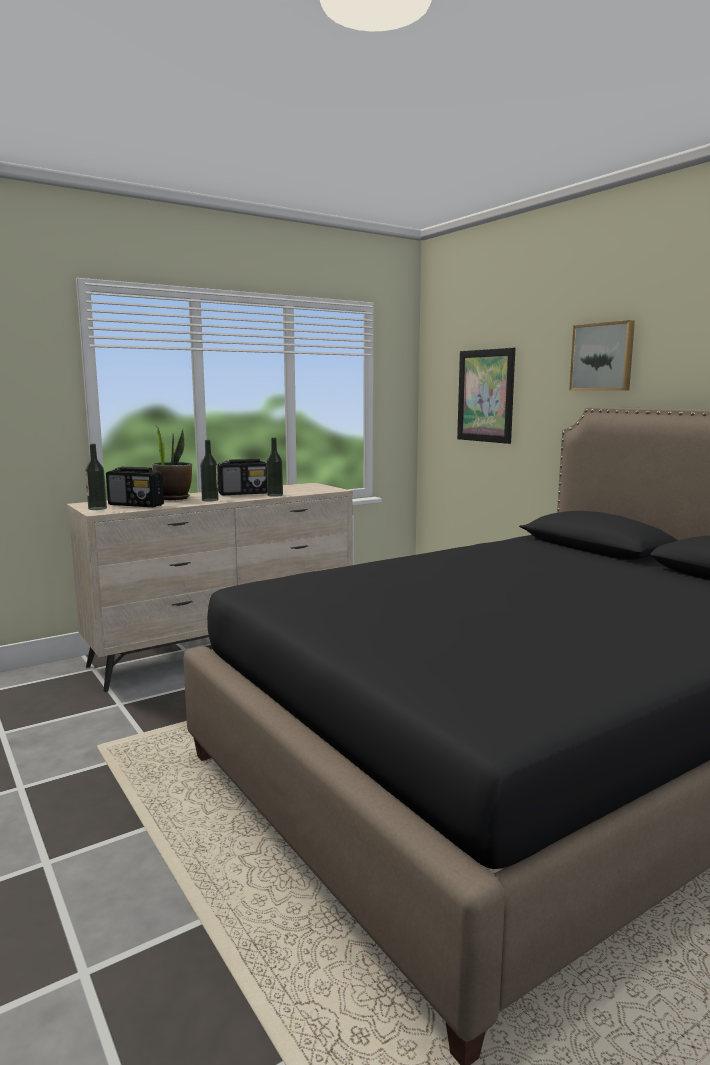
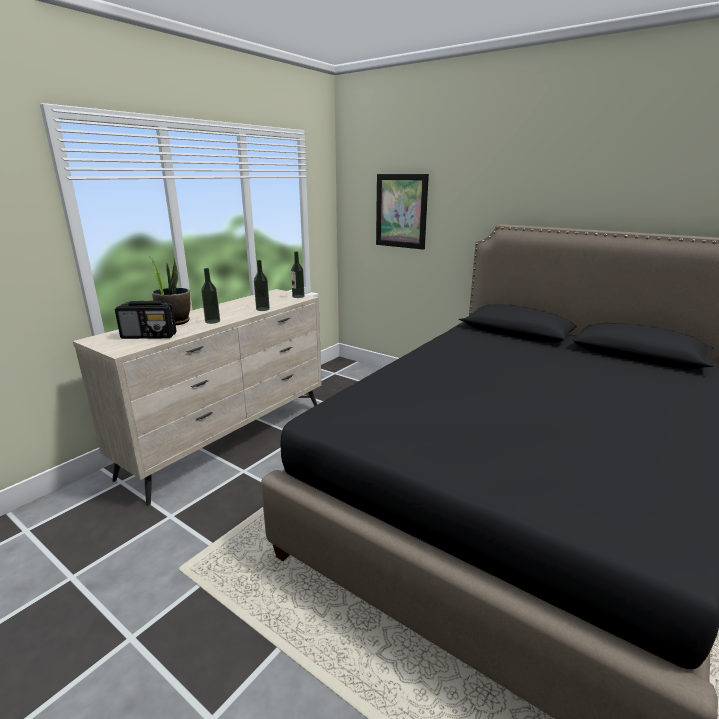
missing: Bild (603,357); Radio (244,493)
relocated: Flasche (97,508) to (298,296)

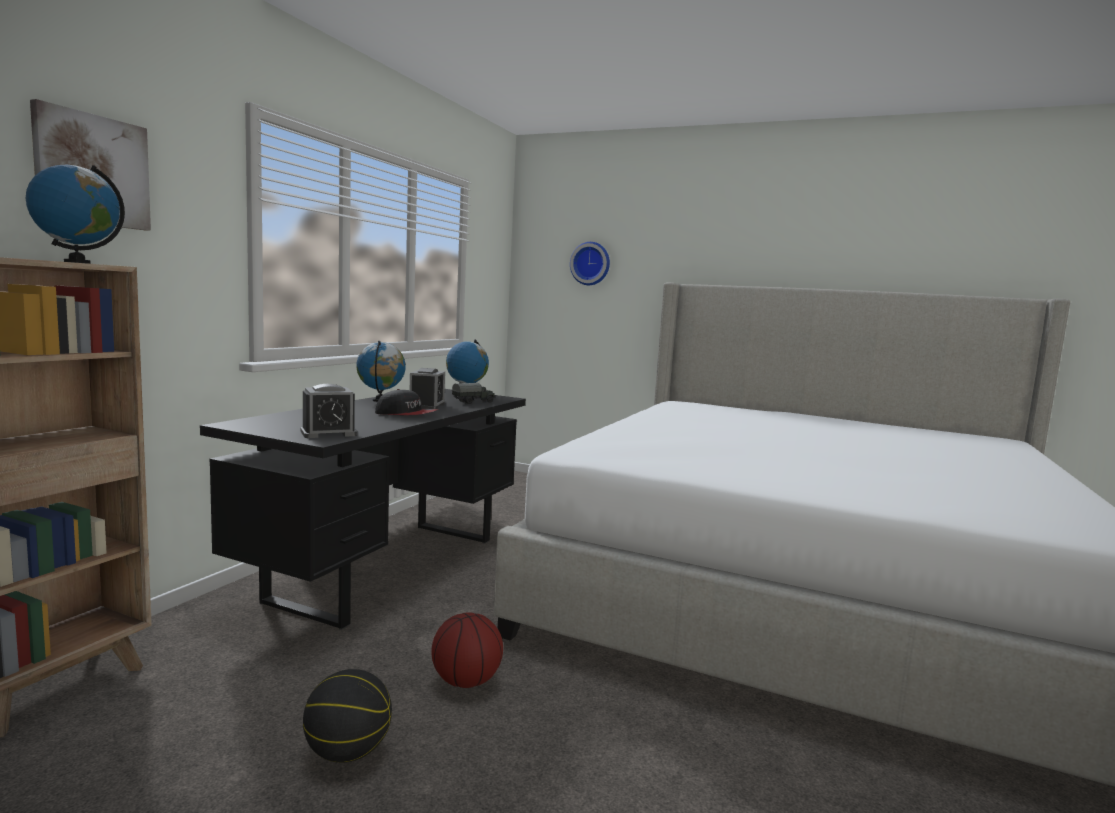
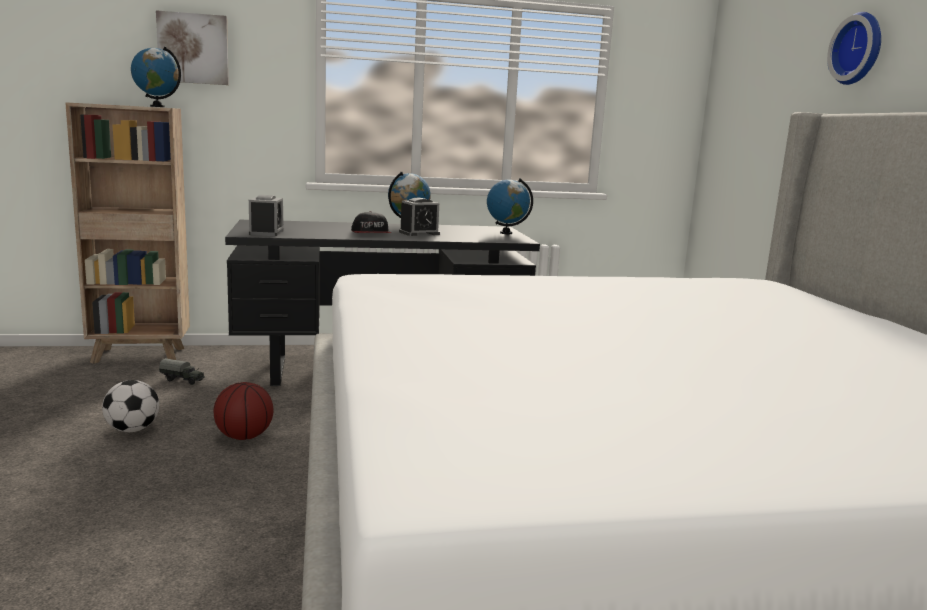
relocated: Wanduhr (591,263) to (859,49); Spielzeuglaster (474,402) to (183,380)
exchanged: Basketball (347,752) to Fußball (132,430)
spun: Wecker (328,433) = (266,232) 120 degrees counterclockwise

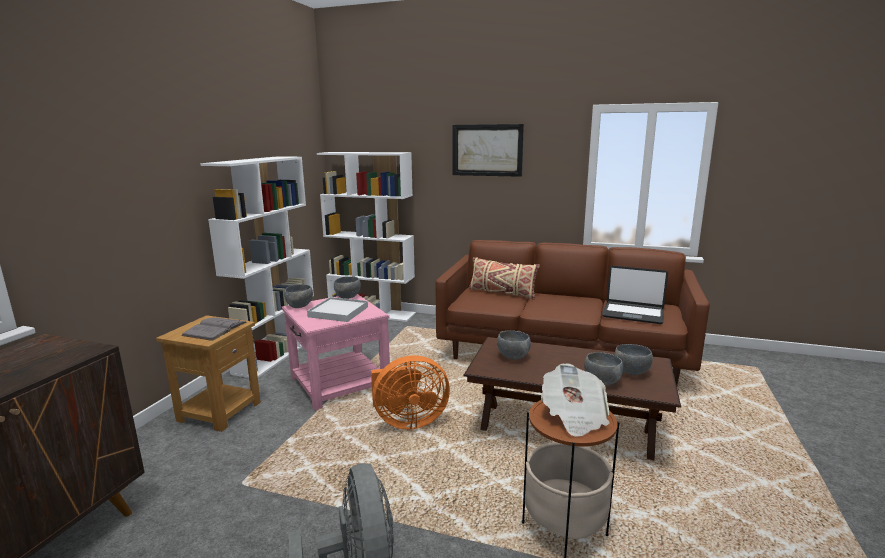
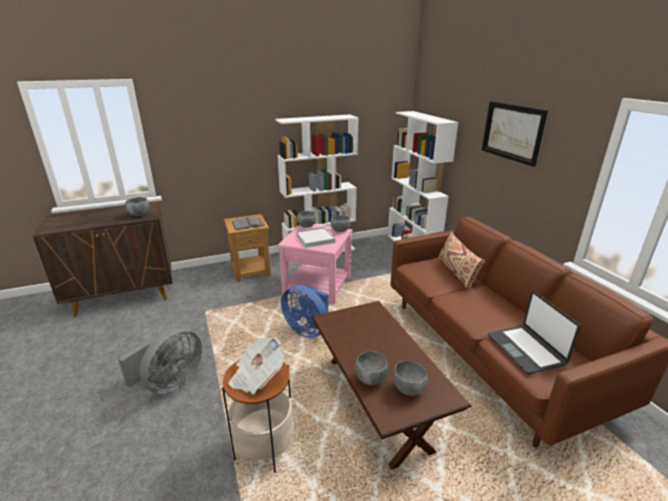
relocated: Schüssel (grau) (513,357) to (139,215)
colour: Ventilator (orange) (408,421) to Ventilator (blau) (308,329)

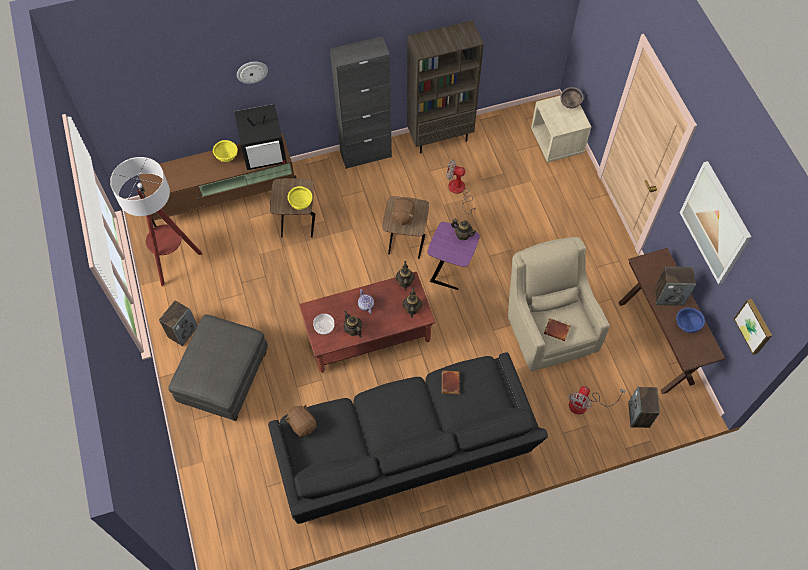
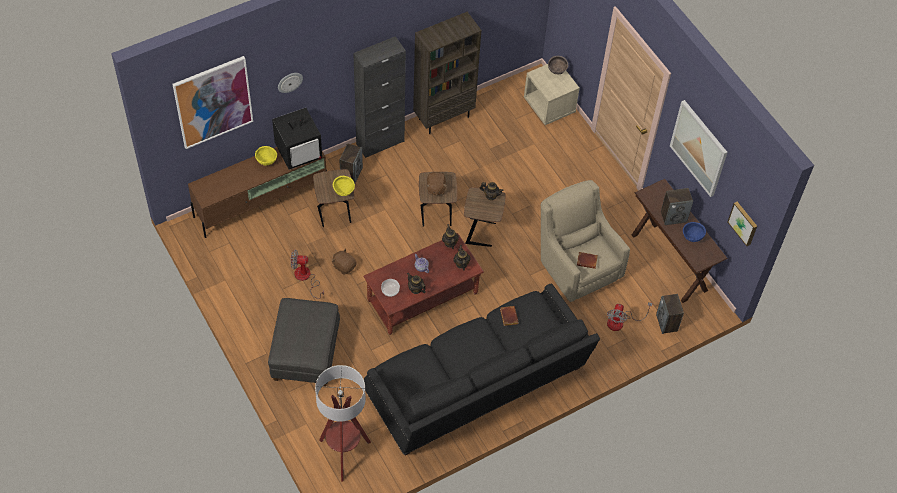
appeared: Bild (213,102)
relocated: Stehlampe (172,260) to (344,454); Ventilator (459,191) to (305,278); Lautsprecher (183,331) to (351,173); Plüschtier (braun) (302,424) to (344,266)
colour: Beistelltisch (lila) (450,272) to Beistelltisch (braun) (481,233)

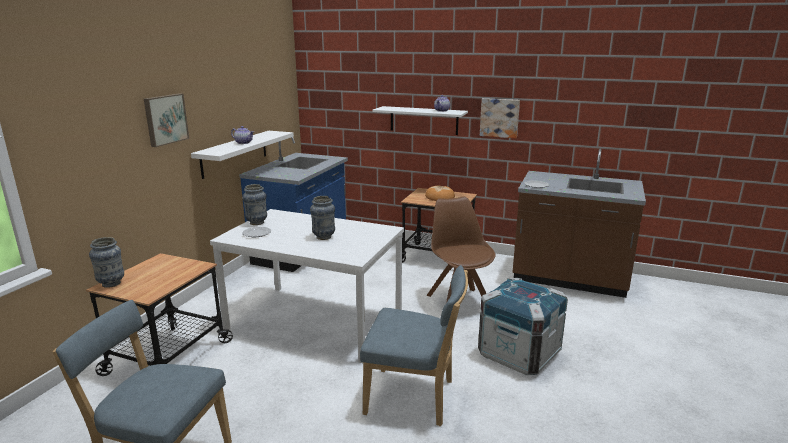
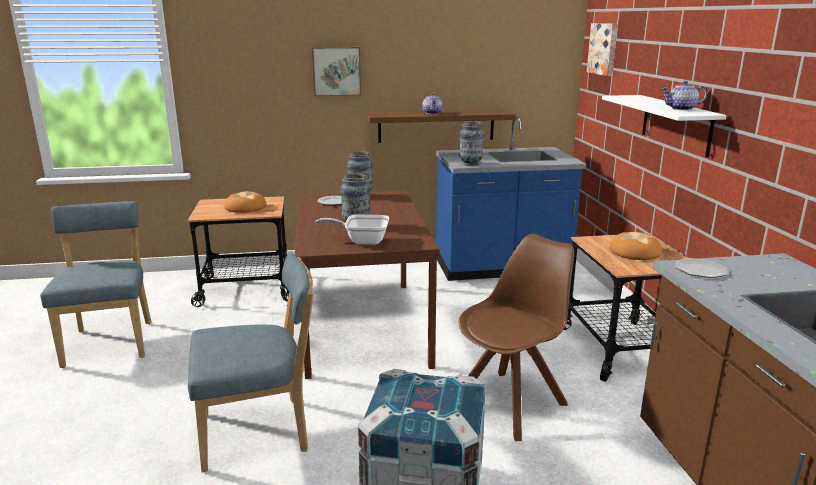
appeared: Brot (246,207); Pfanne (362,241)
relocated: Bild (499,117) to (604,49); Vase (111,284) to (470,164)
colour: Wandregal (weiß) (234,153) to Wandregal (braun) (436,125); Esstisch (weiß) (313,321) to Esstisch (braun) (361,325)
spun: Stuhl (blau) (414,398) = (260,432) 90 degrees counterclockwise

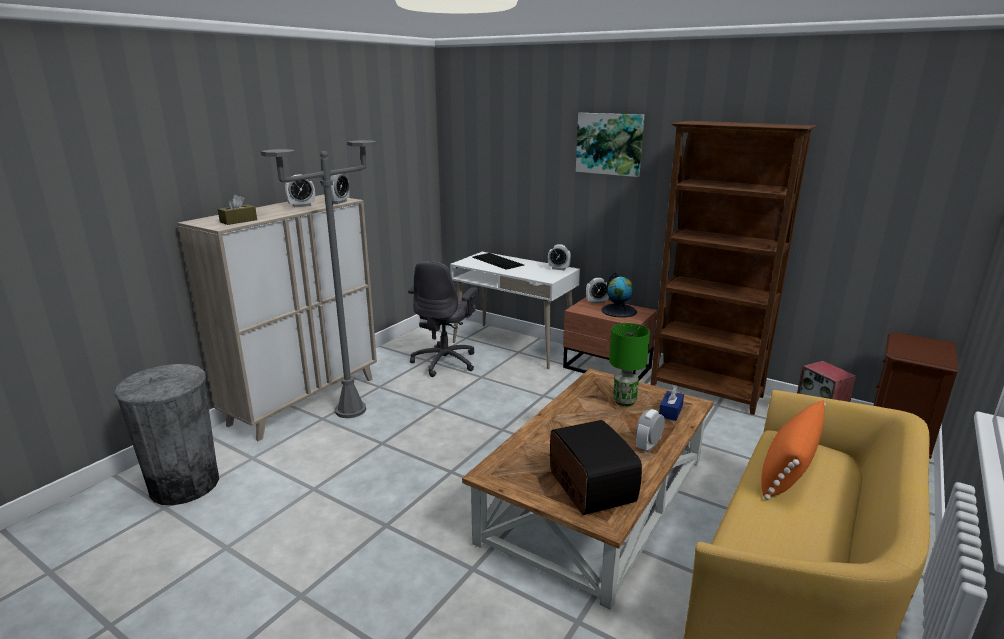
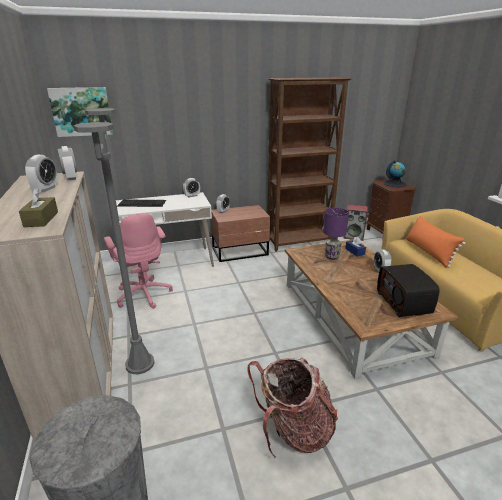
appeared: Rucksack (293,430)
relocated: Bild (609,144) to (81,111); Globus (619,311) to (394,184)
colour: Bürostuhl (grau) (445,362) to Bürostuhl (rosa) (144,294); Tischlampe (grün) (624,401) to Tischlampe (lila) (331,256)
spun: Radio (589,487) = (404,302) 120 degrees counterclockwise

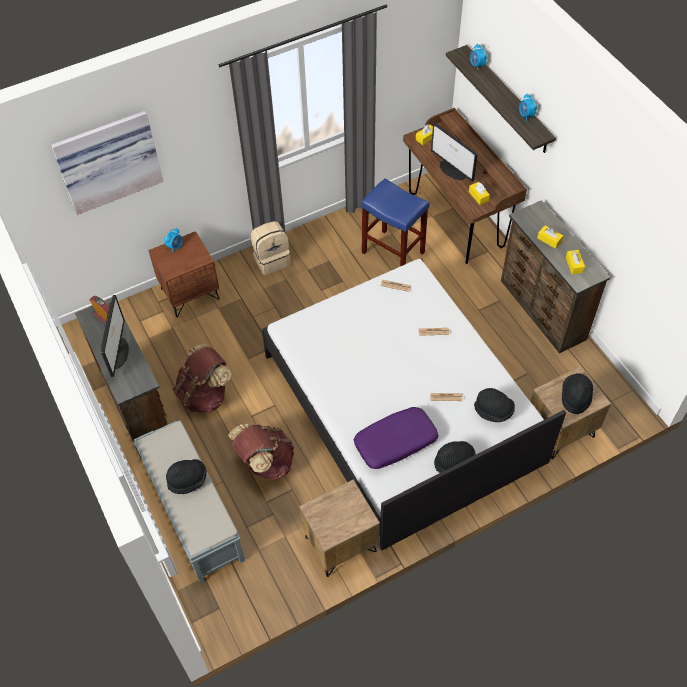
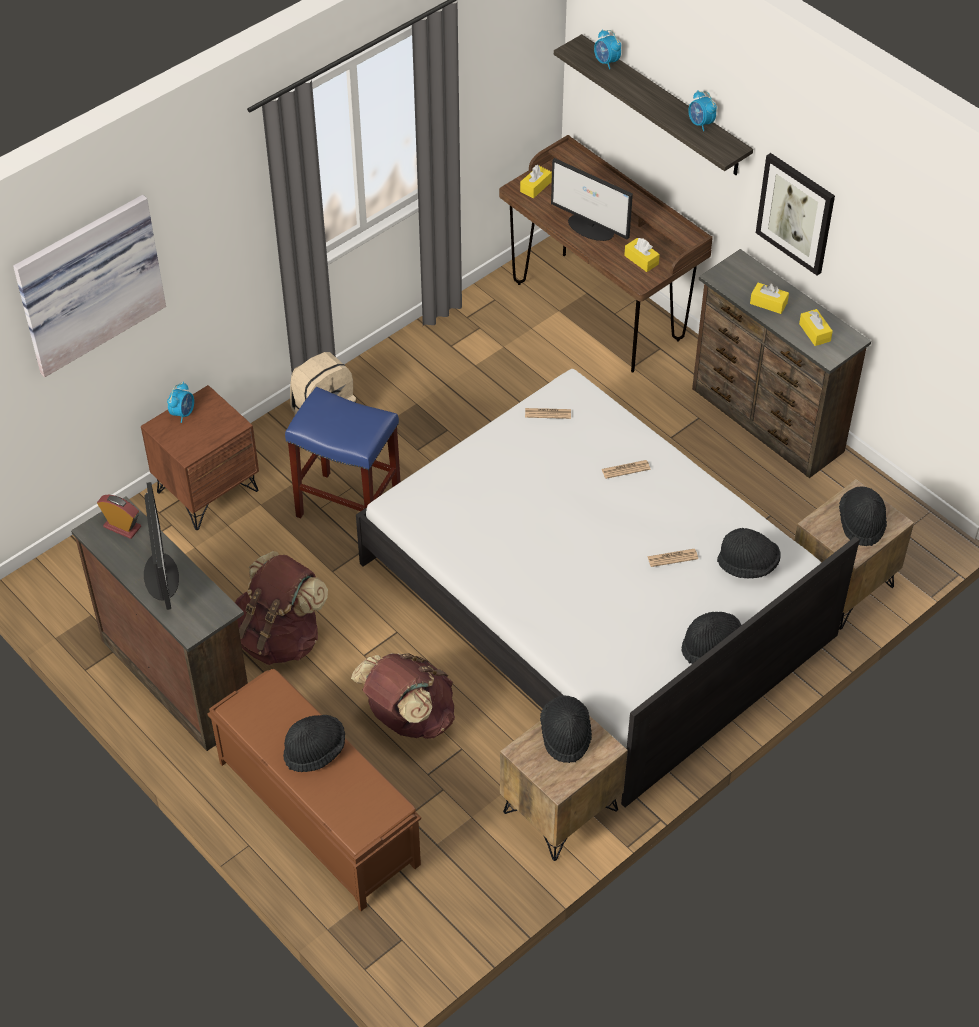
missing: Kissen (lila) (395,442)
appeared: Bild (796,213); Hut (schwarz) (565,736)
relocated: Hocker (blau) (392,252) to (347,507)
colour: Bank (grau) (193,512) to Bank (braun) (317,812)

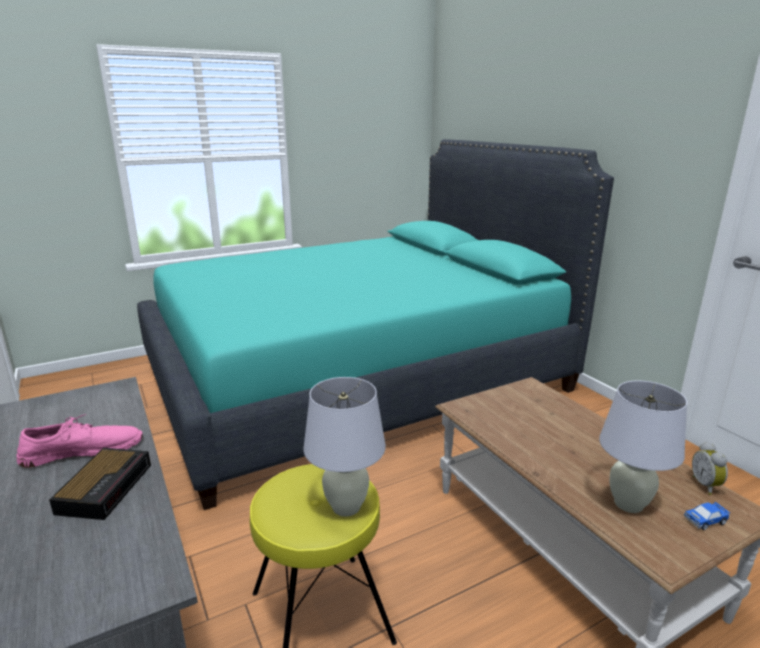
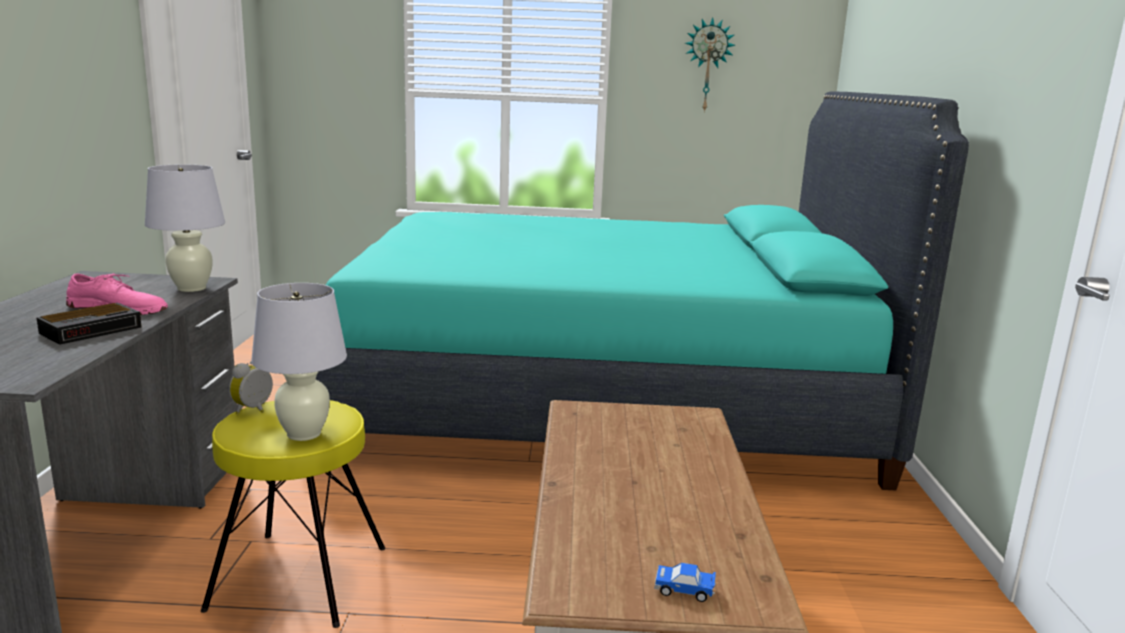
appeared: Wanduhr (707,65)
relocated: Tischlampe (weiß) (629,504) to (192,288); Wecker (706,485) to (255,410)

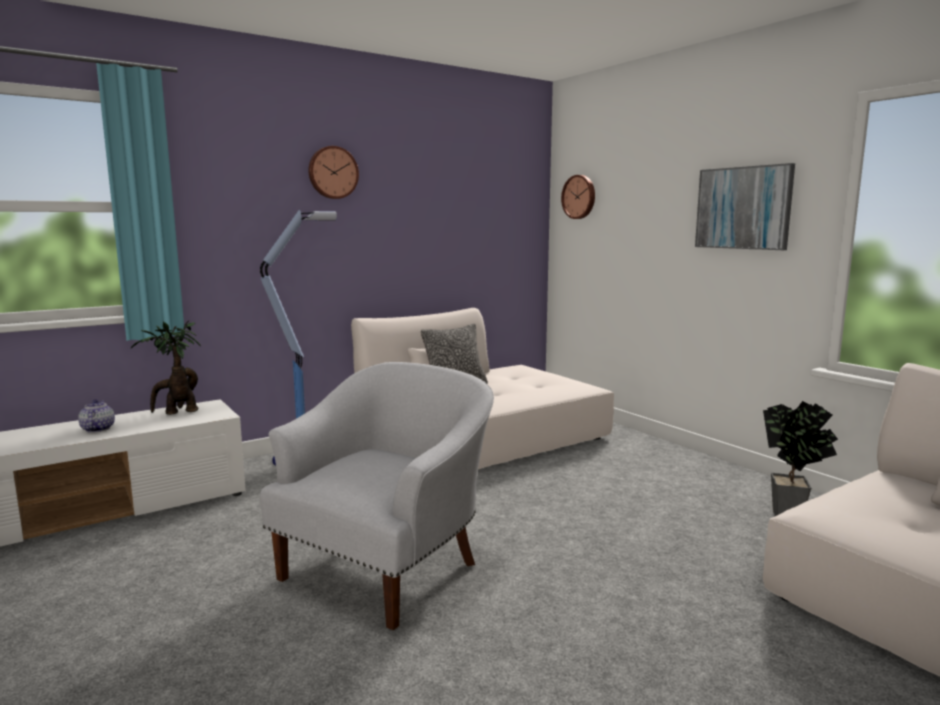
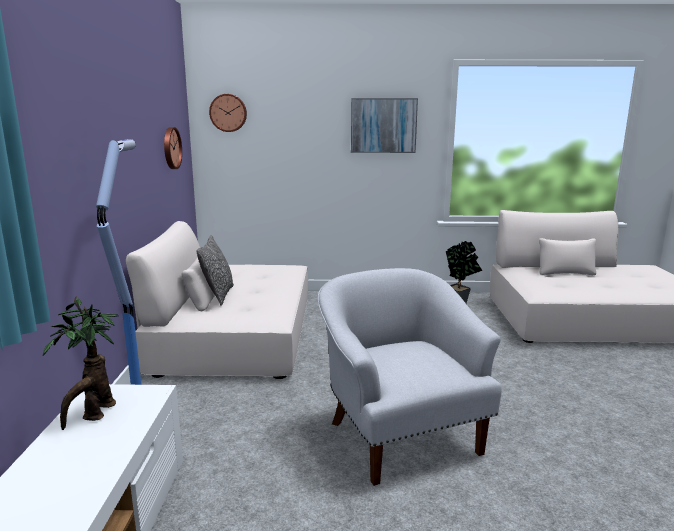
missing: Teekanne (97,429)
relocated: Wanduhr (332,172) to (170,148)

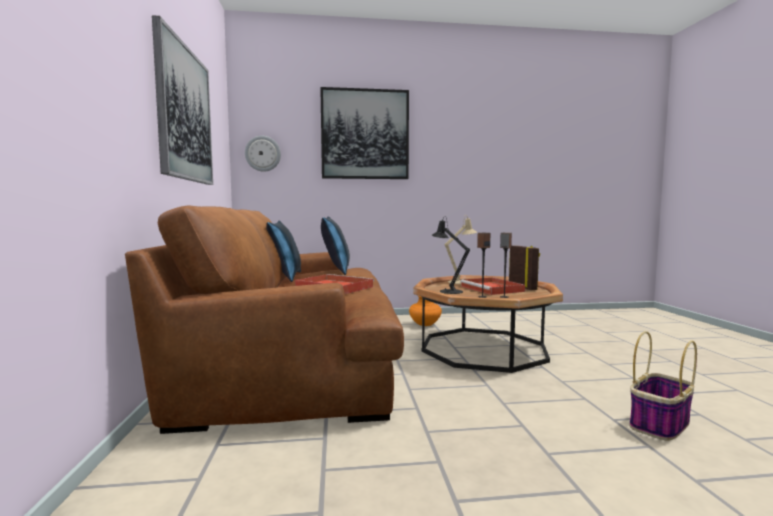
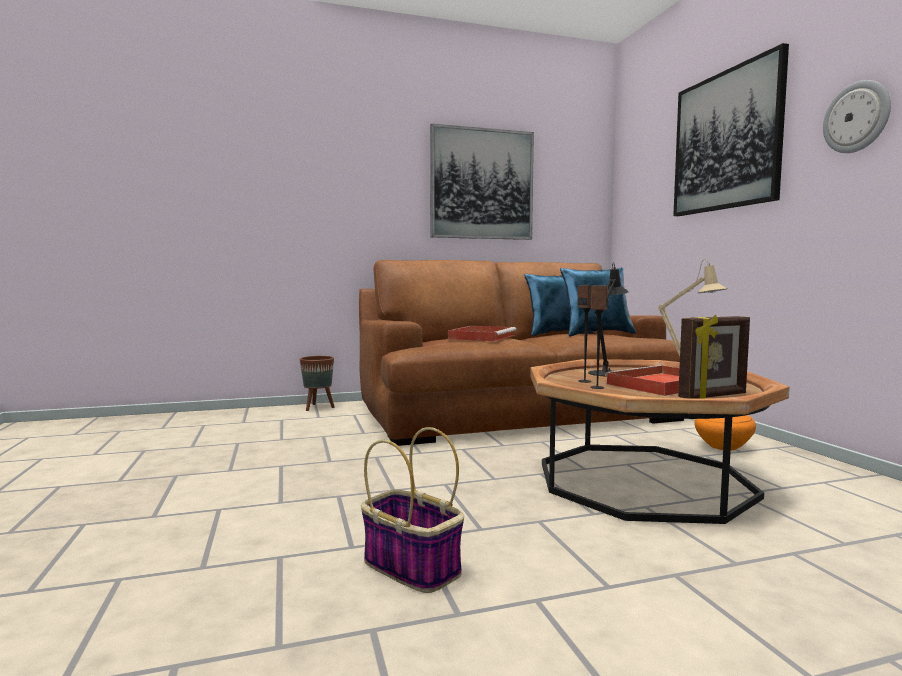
appeared: Pflanzkübel (braun) (318,407)
relocated: Wanduhr (263,153) to (857,117)

